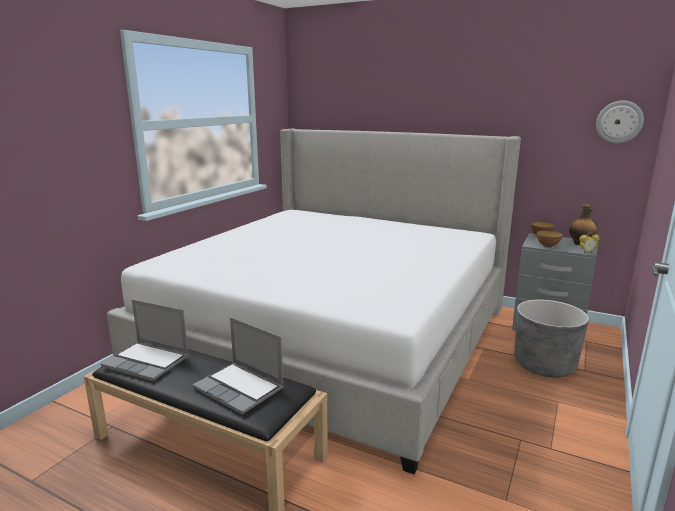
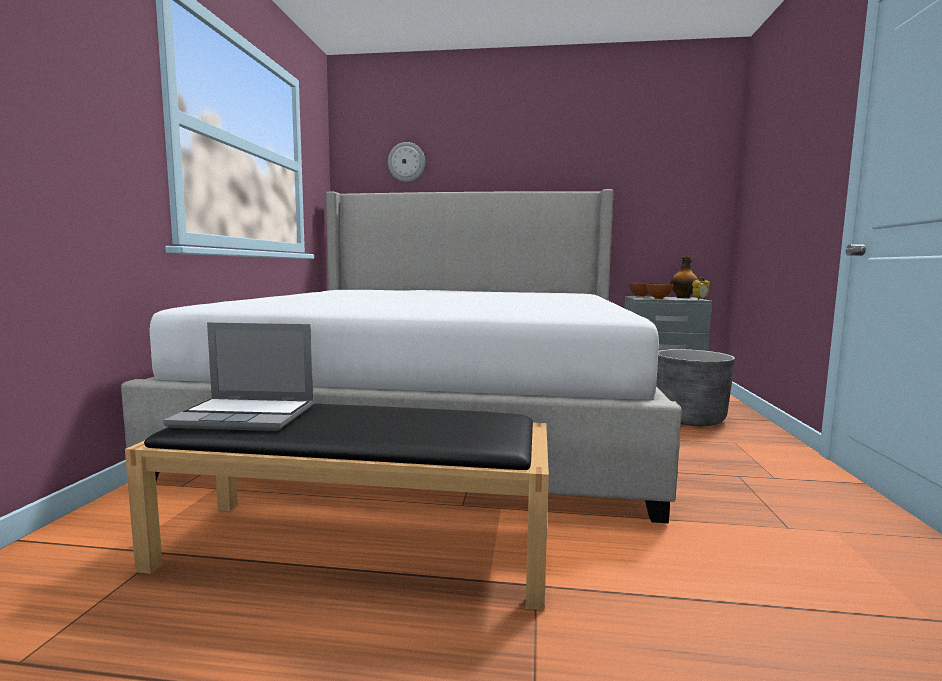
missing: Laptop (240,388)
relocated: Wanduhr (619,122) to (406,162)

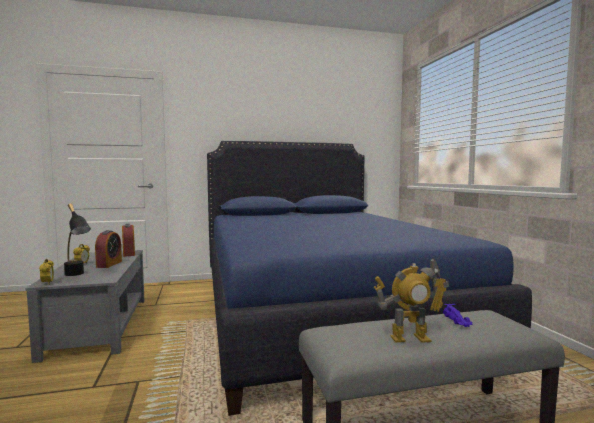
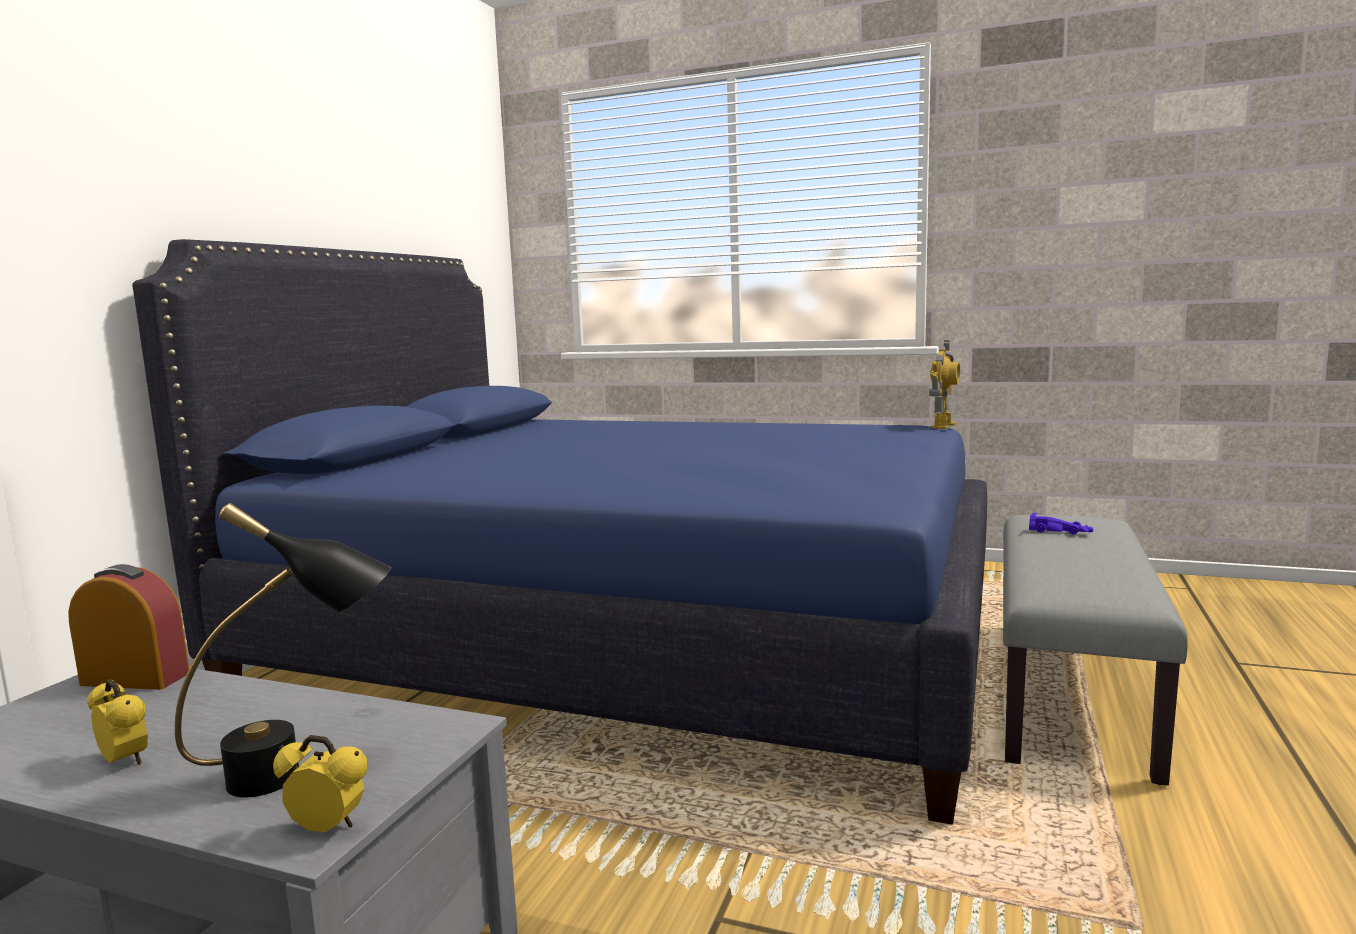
missing: Wecker (109,264)
relocated: Spielzeugroboter (410,338) to (942,426)

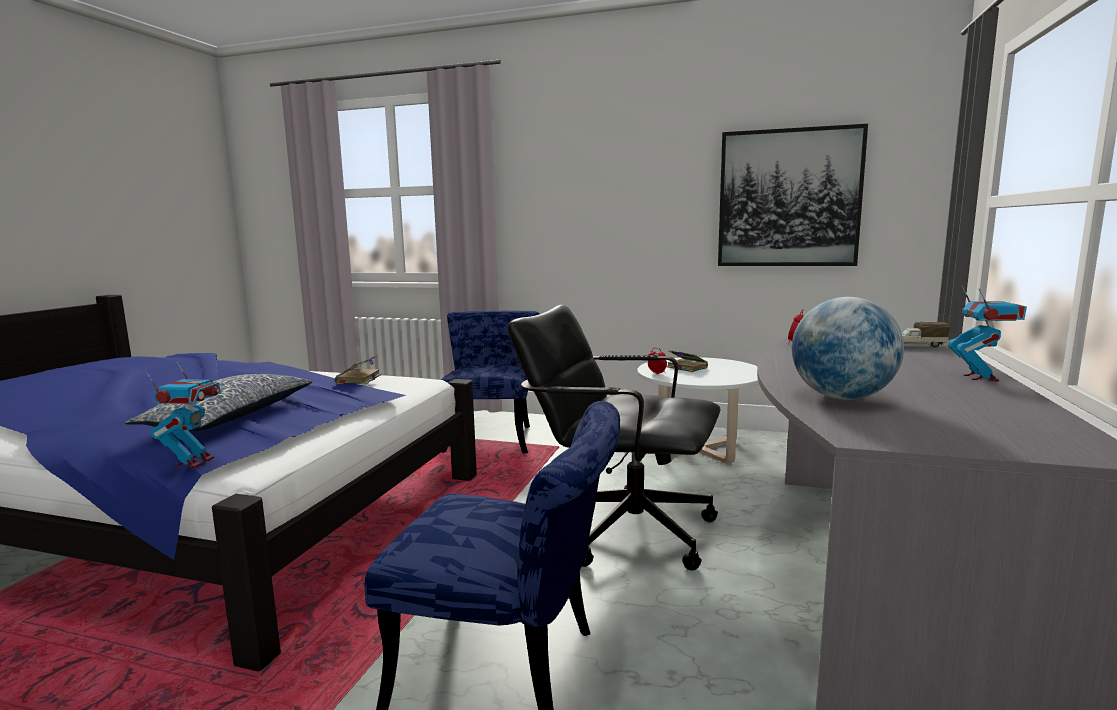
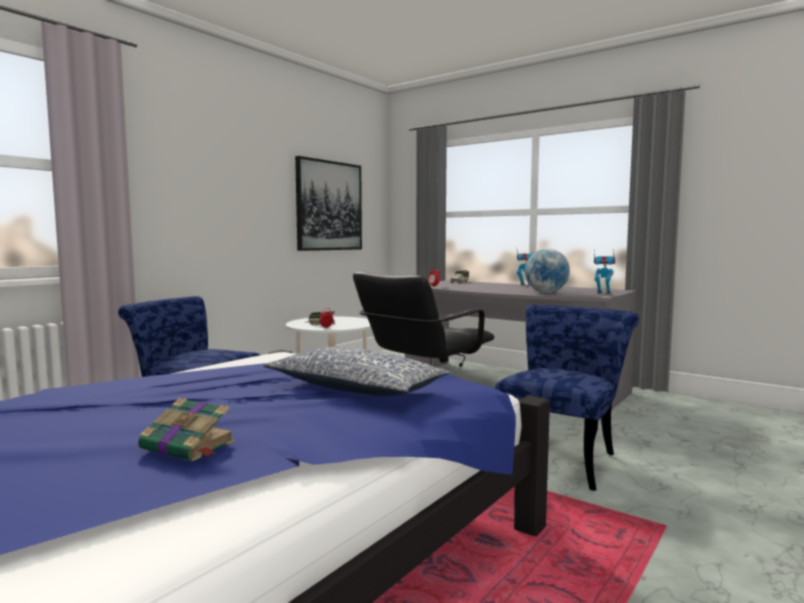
relocated: Buch (358,380) to (189,446); Spielzeugroboter (194,462) to (603,293)

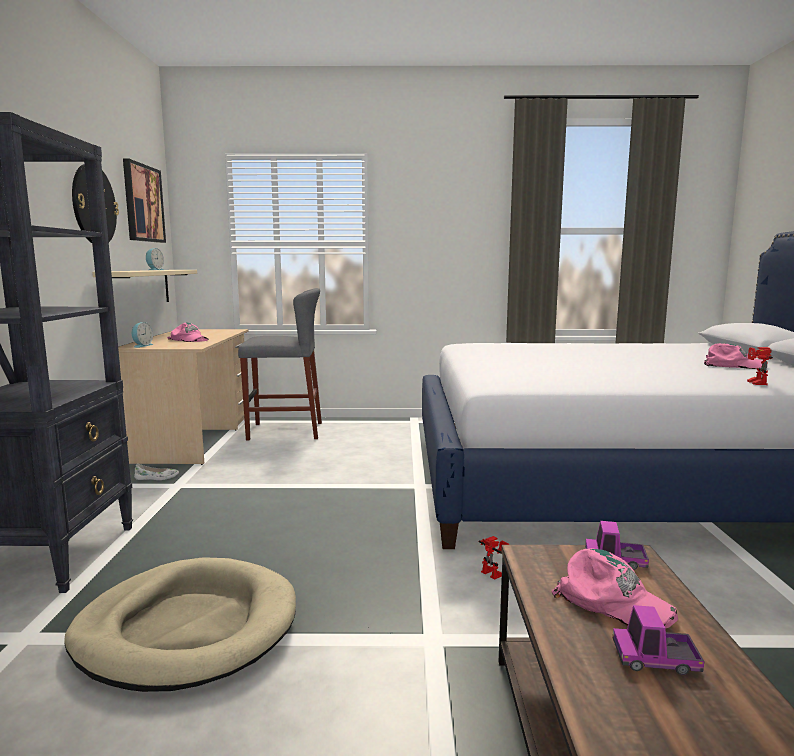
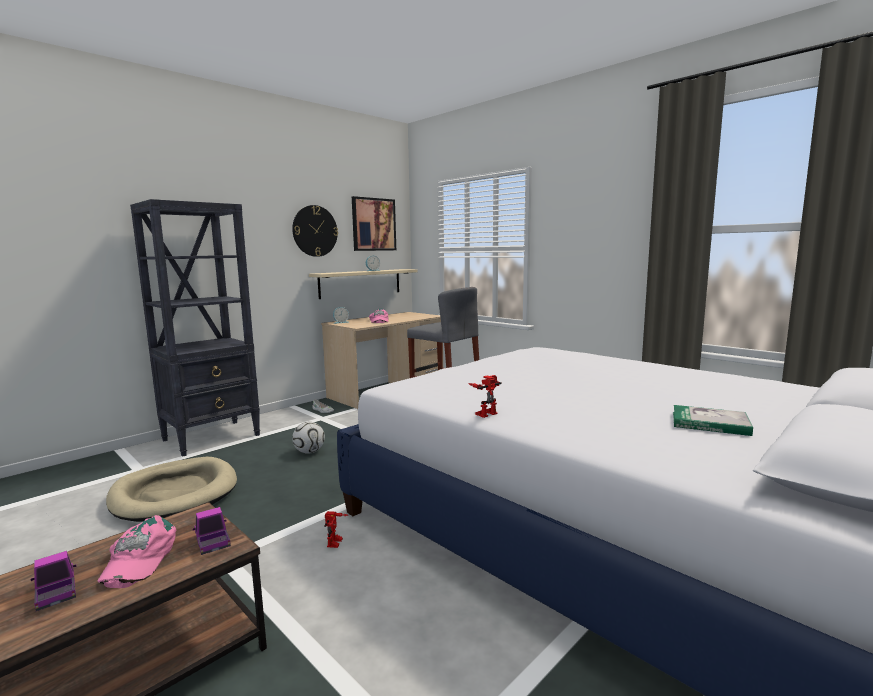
appeared: Fußball (309,452)
relocated: Spielzeugroboter (753,382) to (485,413)
exchanged: Kappe (rosa) (732,365) to Buch (710,423)

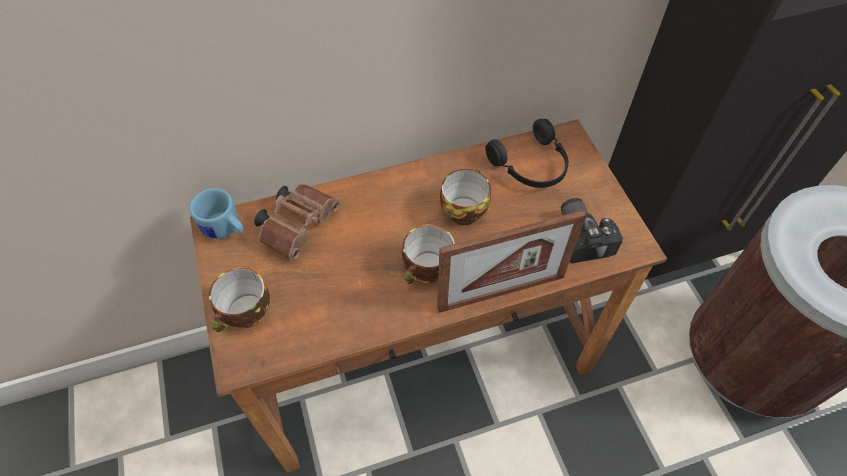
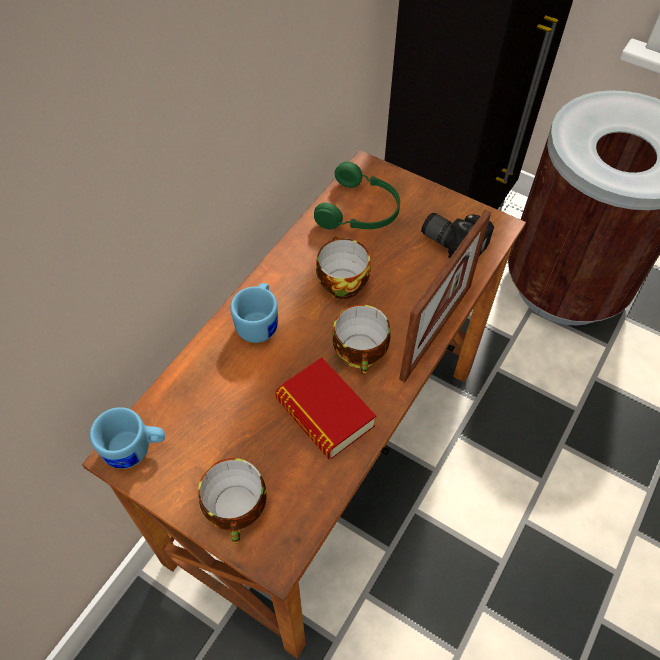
missing: Fernglas (braun) (299,225)
appeared: Henkelbecher (blau) (259,322); Buch (325,413)
colour: Kopfhörer (schwarz) (531,166) to Kopfhörer (grün) (360,211)

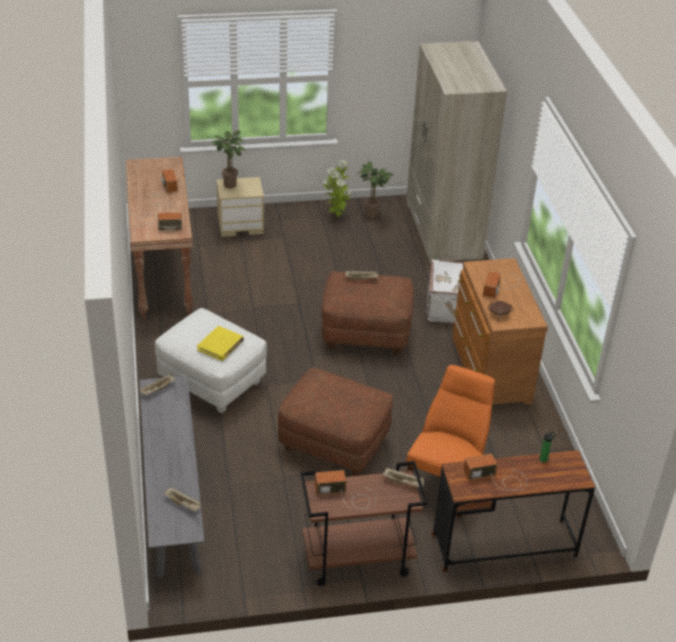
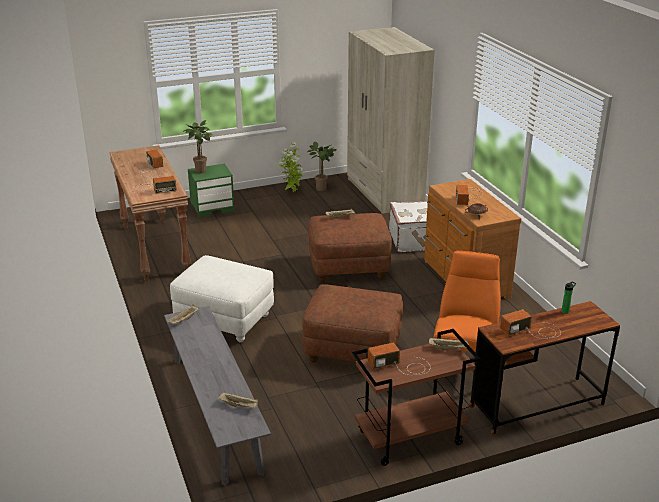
missing: Buch (gelb) (220,345)
colour: Nachttisch (beige) (241,225) to Nachttisch (grün) (213,207)

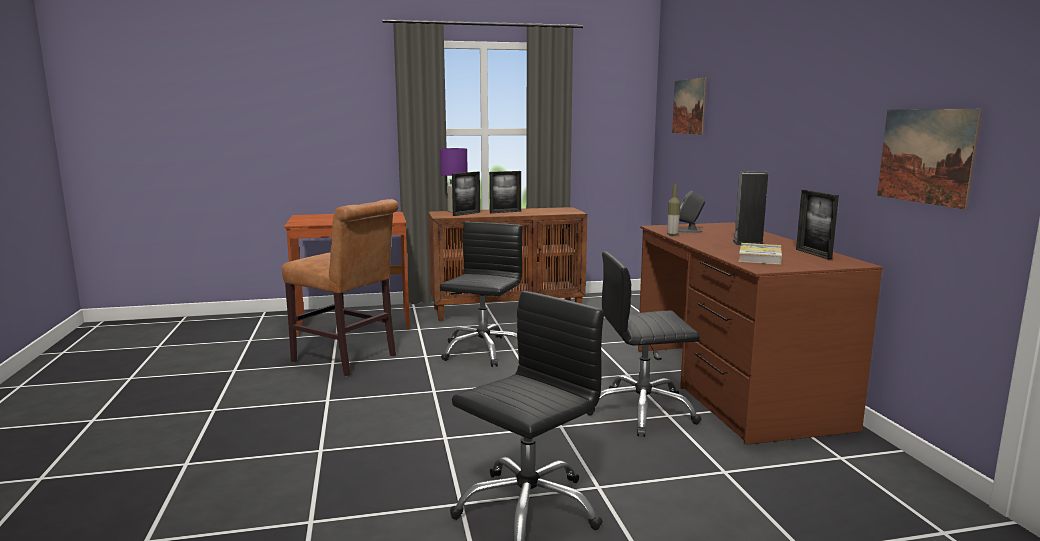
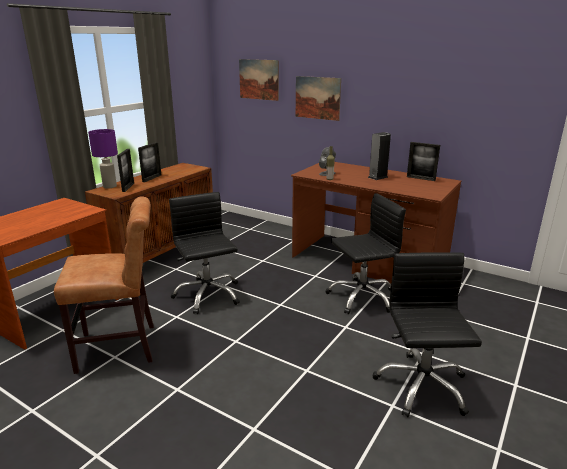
missing: Buch (760,257)
relocated: Bild (925,156) to (317,98)
spun: Bürostuhl (schwarz) (642,411) = (362,297) 150 degrees counterclockwise

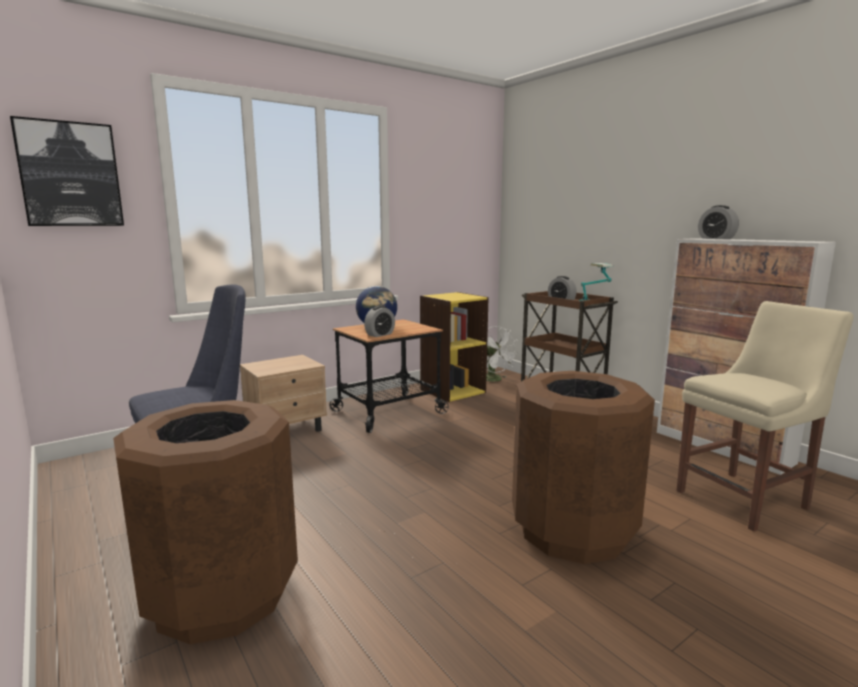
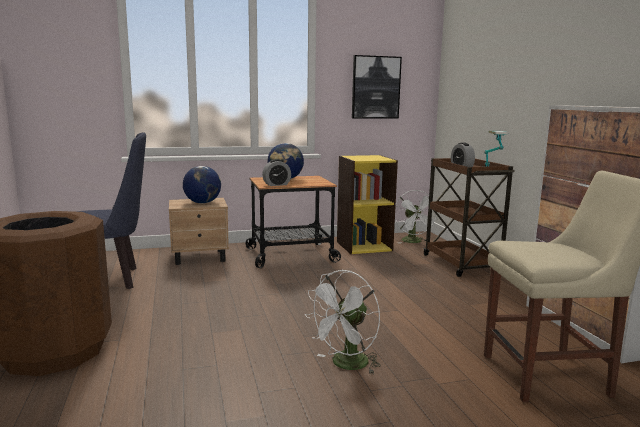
missing: Wecker (716,238)
appeared: Globus (202,203)
relocated: Bild (70,174) to (375,87)
exchanged: Mülleimer (braun) (573,530) to Ventilator (weiß) (346,365)

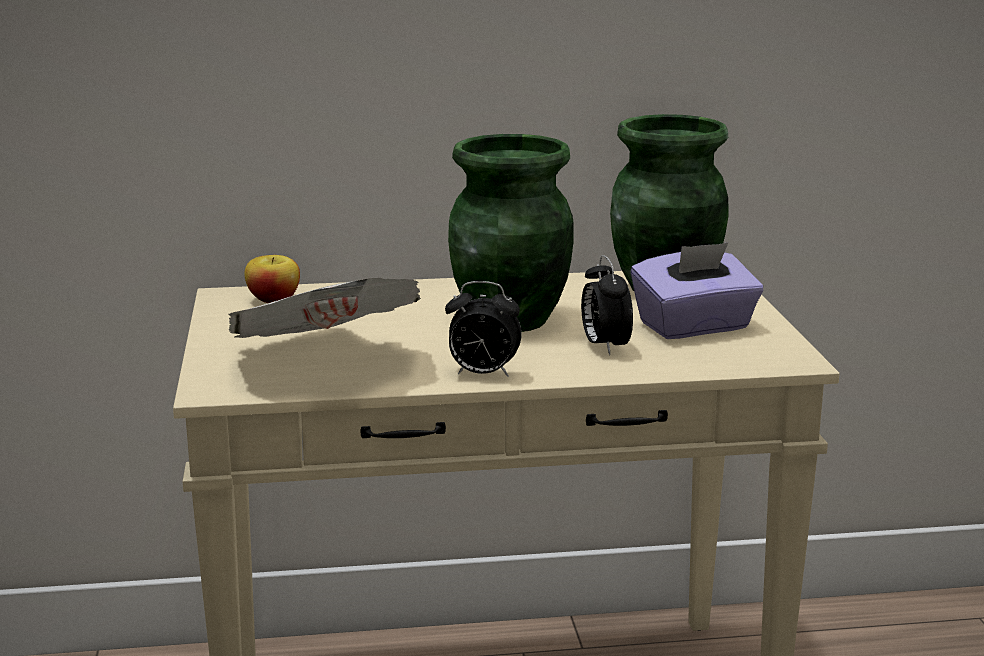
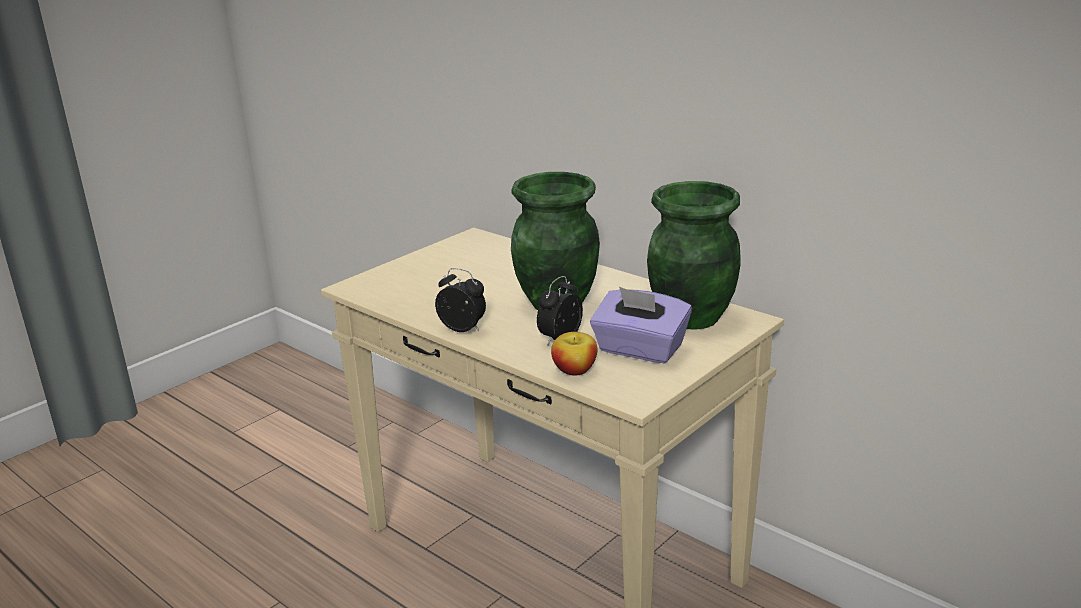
missing: Zeitung (325,362)
relocated: Apfel (273,300) to (574,370)
spun: Wecker (482,374) = (464,329) 150 degrees clockwise

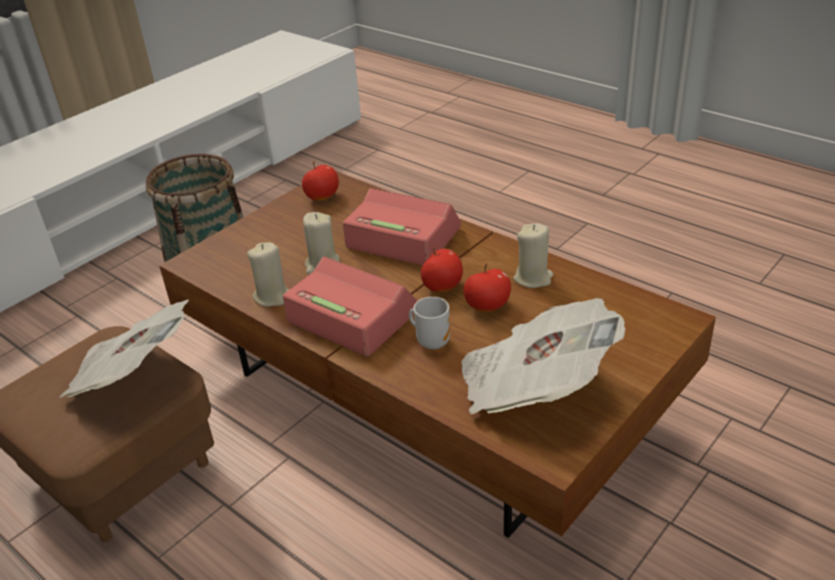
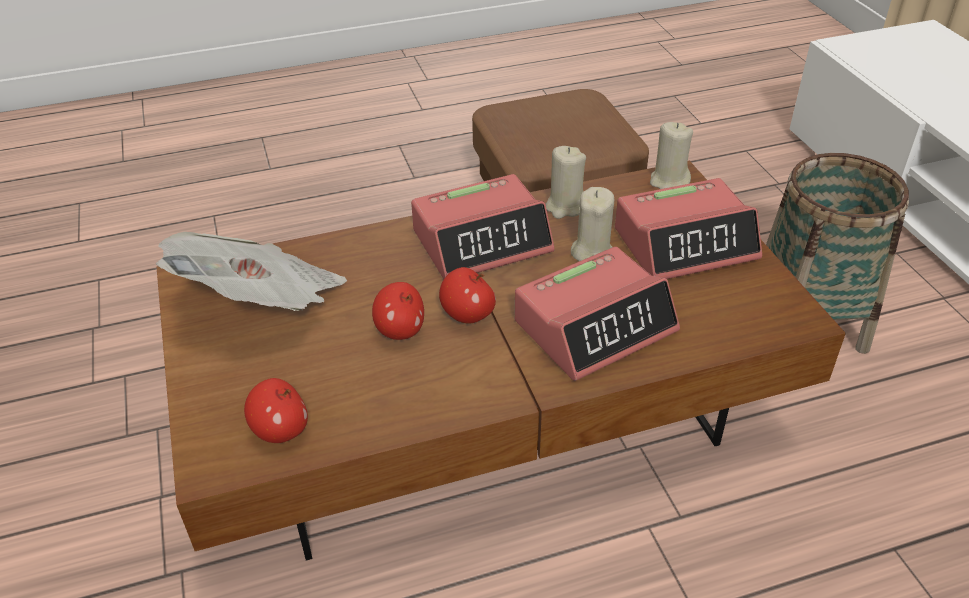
missing: Henkelbecher (432,341); Zeitung (134,377)
appeared: Wecker (685,244)
relocated: Apfel (322,197) to (281,431); Kerze (beige) (533,278) to (669,181)

